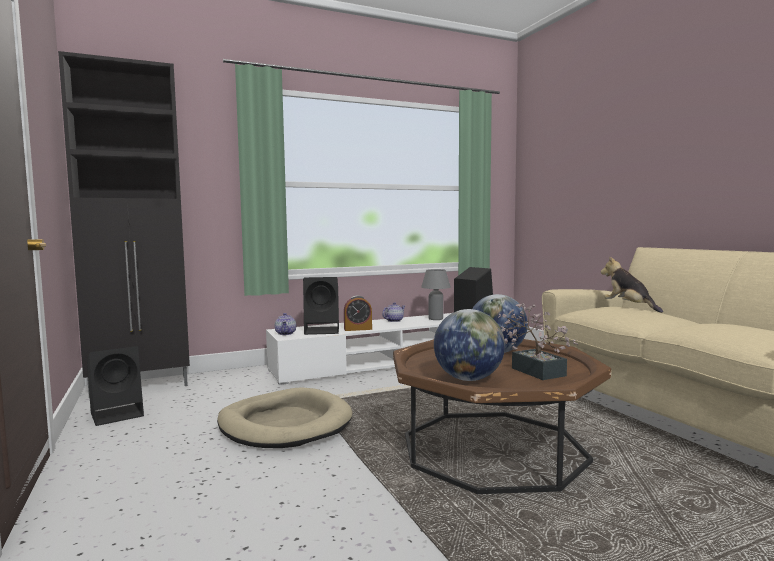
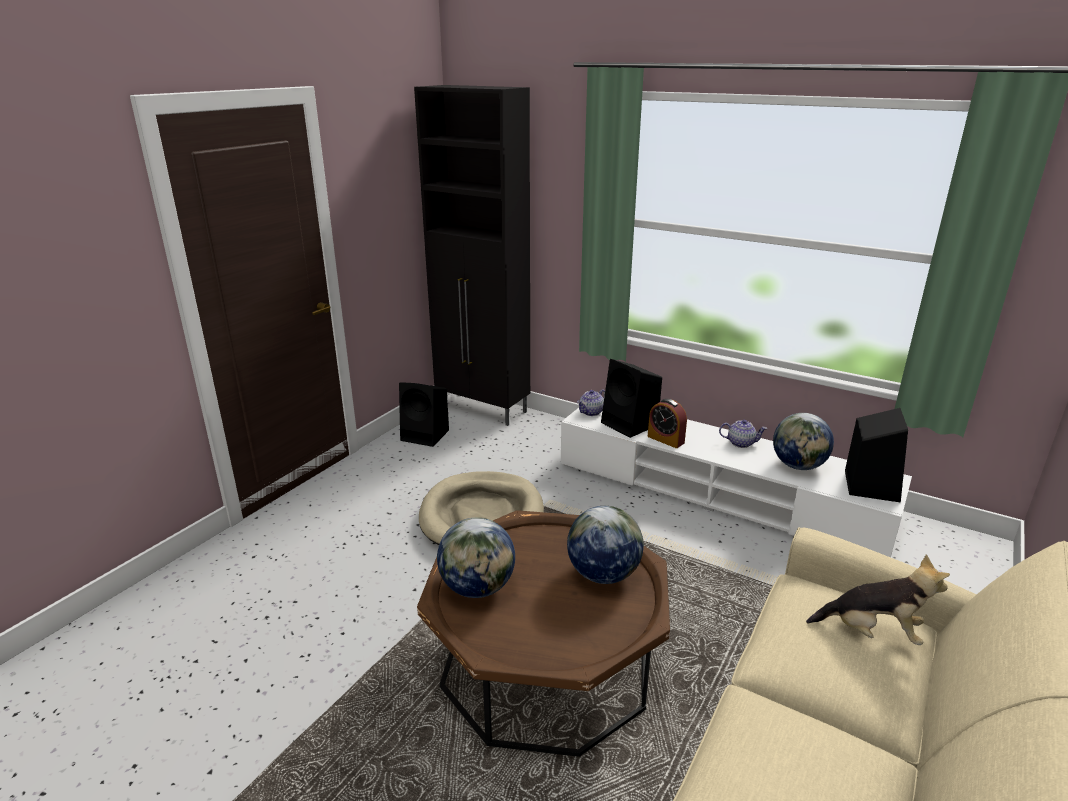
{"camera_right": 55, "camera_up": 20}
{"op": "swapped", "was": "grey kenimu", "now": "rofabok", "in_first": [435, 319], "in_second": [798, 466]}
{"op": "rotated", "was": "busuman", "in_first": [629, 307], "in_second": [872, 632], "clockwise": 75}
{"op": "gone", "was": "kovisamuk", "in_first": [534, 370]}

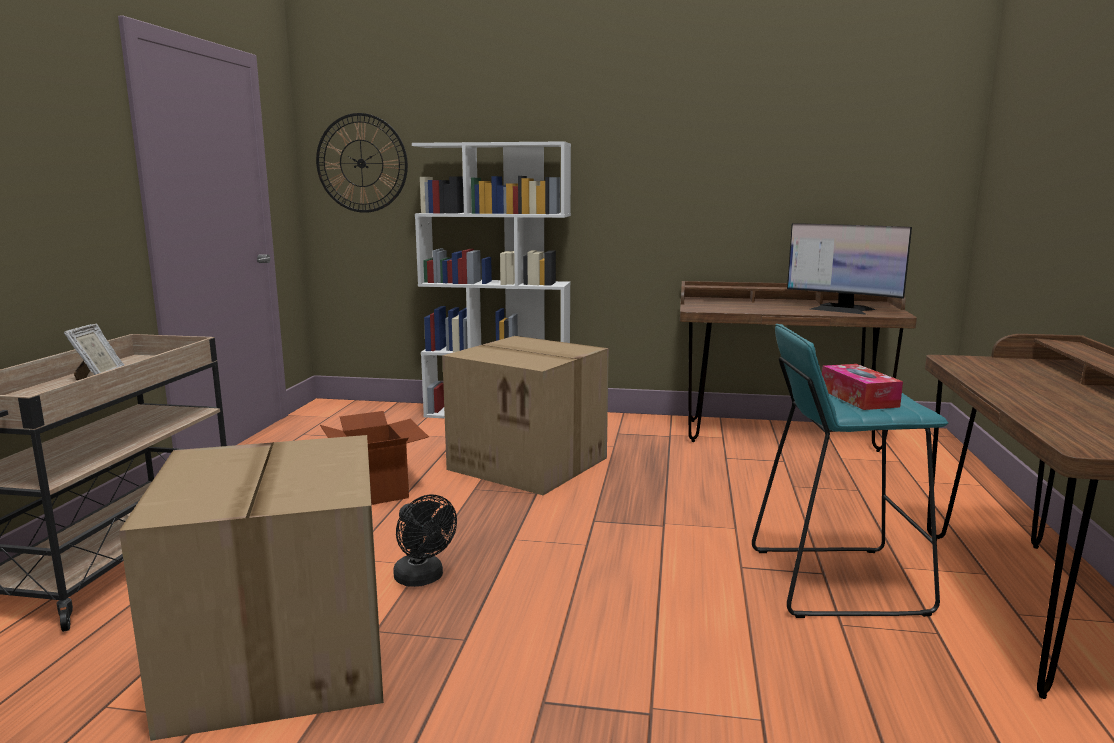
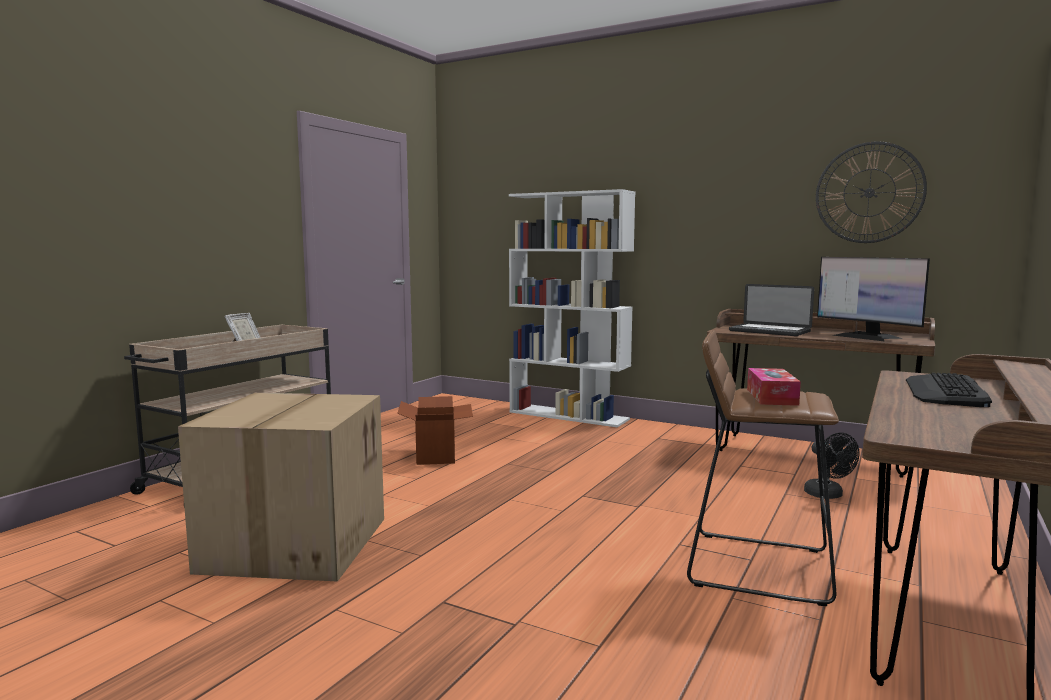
{"camera_right": 20, "camera_up": -5}
{"op": "repainted", "was": "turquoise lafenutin", "now": "brown lafenutin", "in_first": [835, 580], "in_second": [757, 566]}
{"op": "new", "now": "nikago", "in_second": [769, 331]}
{"op": "shifted", "was": "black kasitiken", "in_first": [423, 579], "in_second": [827, 495]}
{"op": "shifted", "was": "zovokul", "in_first": [361, 163], "in_second": [869, 193]}
{"op": "new", "now": "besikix", "in_second": [945, 391]}
{"op": "gone", "was": "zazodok", "in_first": [531, 463]}

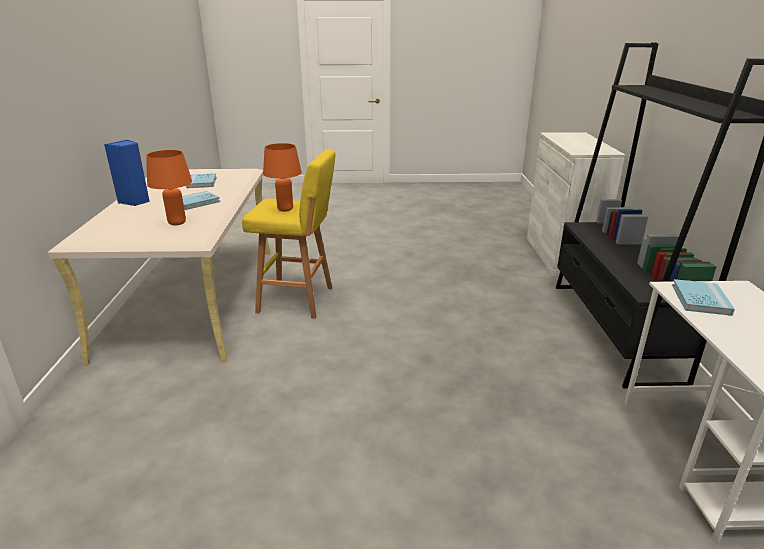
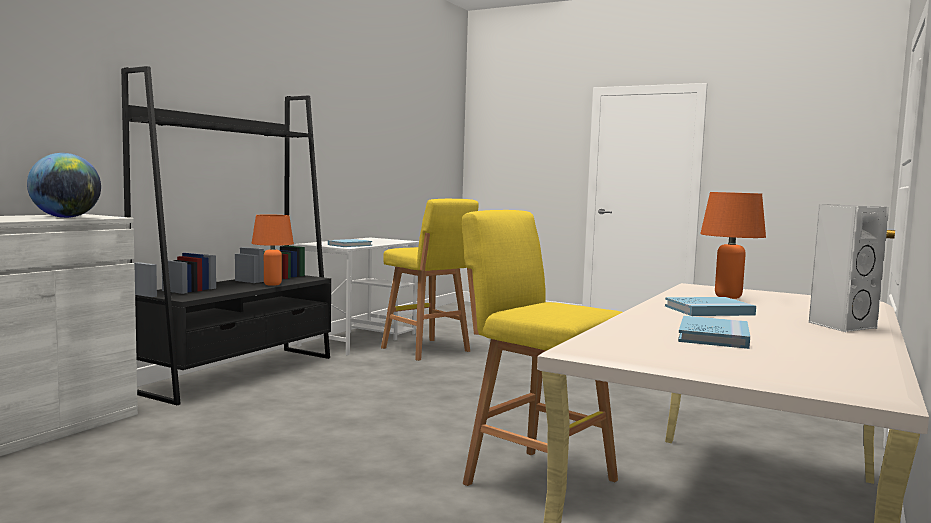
{"camera_right": -150, "camera_up": -20}
{"op": "new", "now": "rofabok", "in_second": [65, 217]}
{"op": "shifted", "was": "orange kenimu", "in_first": [285, 209], "in_second": [272, 284]}
{"op": "new", "now": "yellow lafenutin", "in_second": [427, 350]}
{"op": "repainted", "was": "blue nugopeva", "now": "white nugopeva", "in_first": [135, 202], "in_second": [840, 326]}

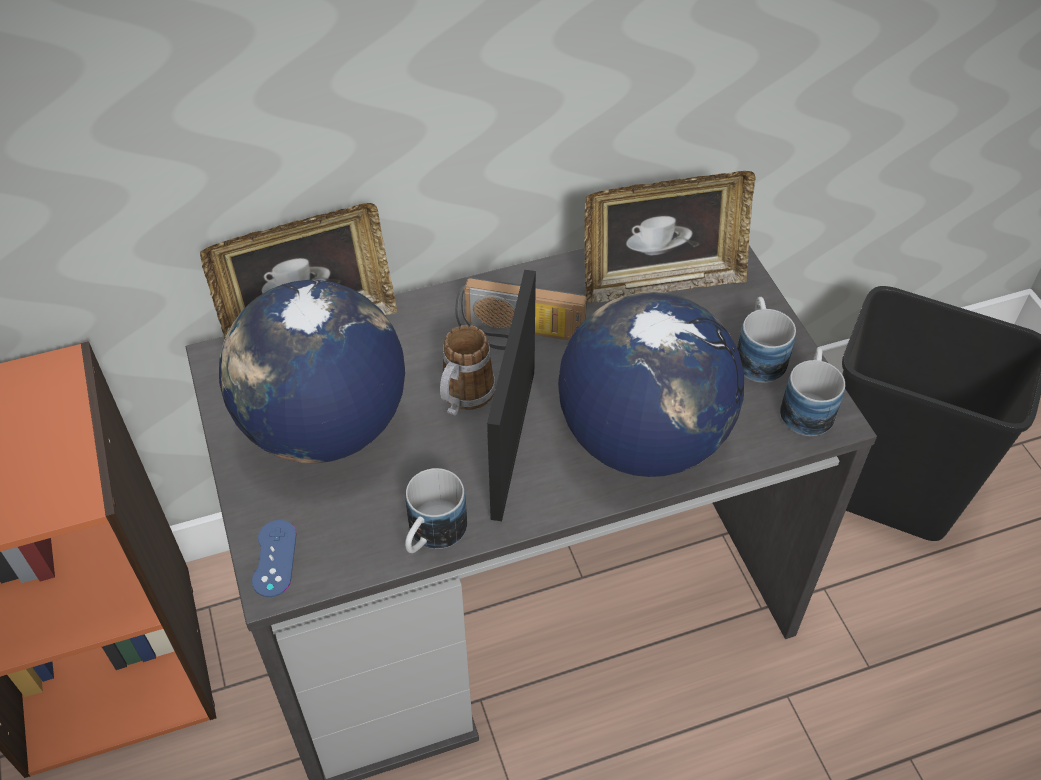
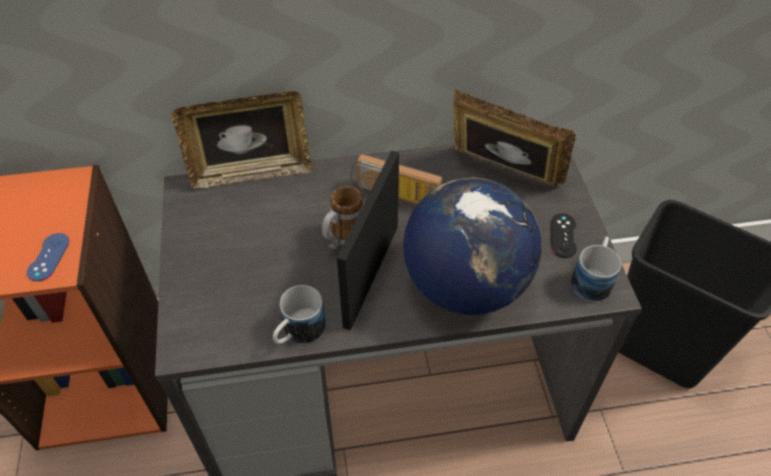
{"camera_right": 10, "camera_up": 0}
{"op": "shifted", "was": "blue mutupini", "in_first": [274, 558], "in_second": [48, 257]}
{"op": "rotated", "was": "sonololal", "in_first": [661, 281], "in_second": [503, 174], "clockwise": -150}
{"op": "swapped", "was": "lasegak", "now": "black mutupini", "in_first": [758, 354], "in_second": [563, 235]}
{"op": "gone", "was": "rofabok", "in_first": [324, 427]}

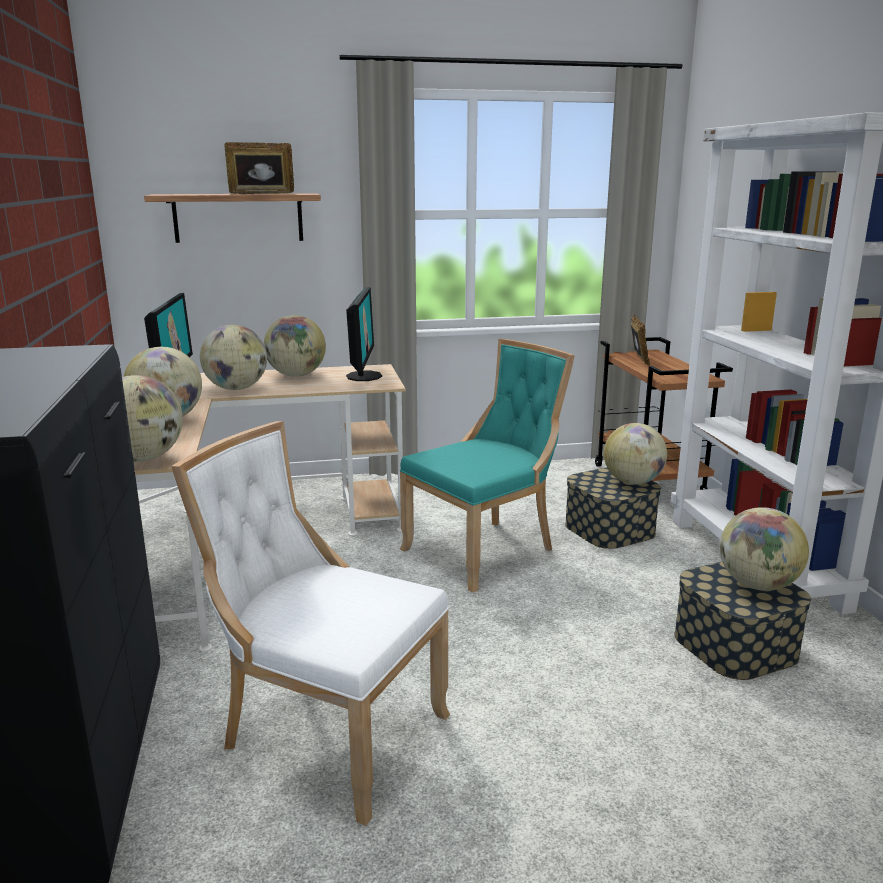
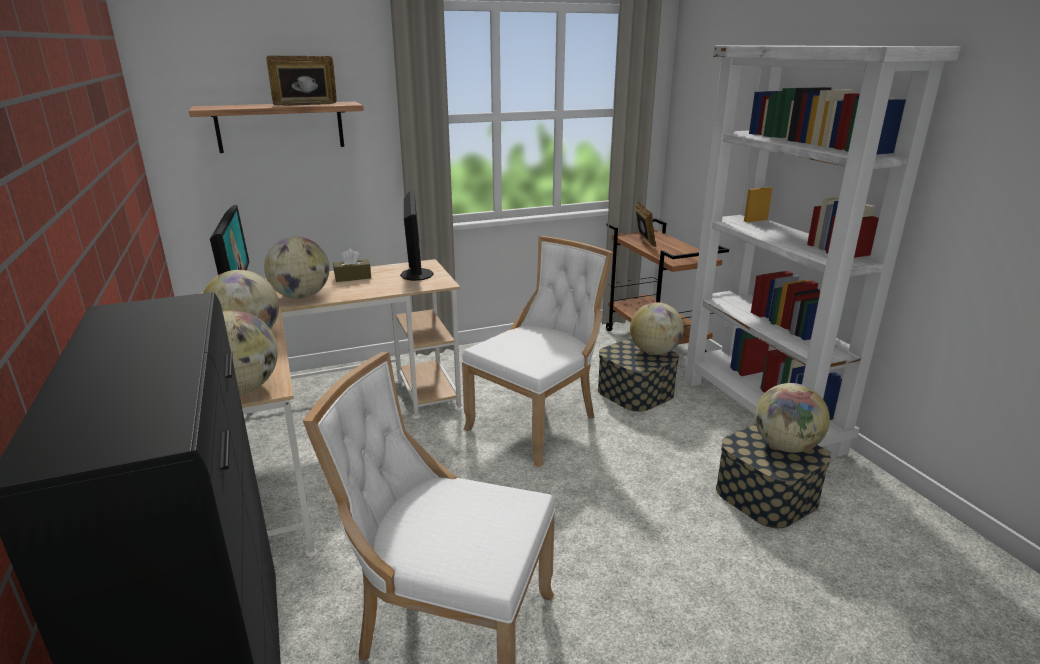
{"camera_right": -10, "camera_up": 5}
{"op": "swapped", "was": "rofabok", "now": "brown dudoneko", "in_first": [296, 375], "in_second": [353, 277]}
{"op": "repainted", "was": "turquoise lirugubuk", "now": "white lirugubuk", "in_first": [485, 550], "in_second": [538, 423]}

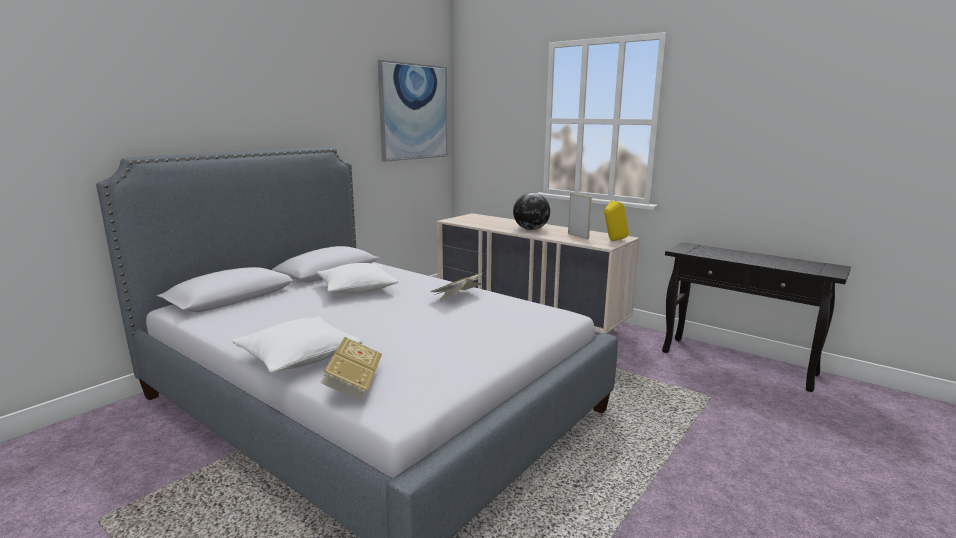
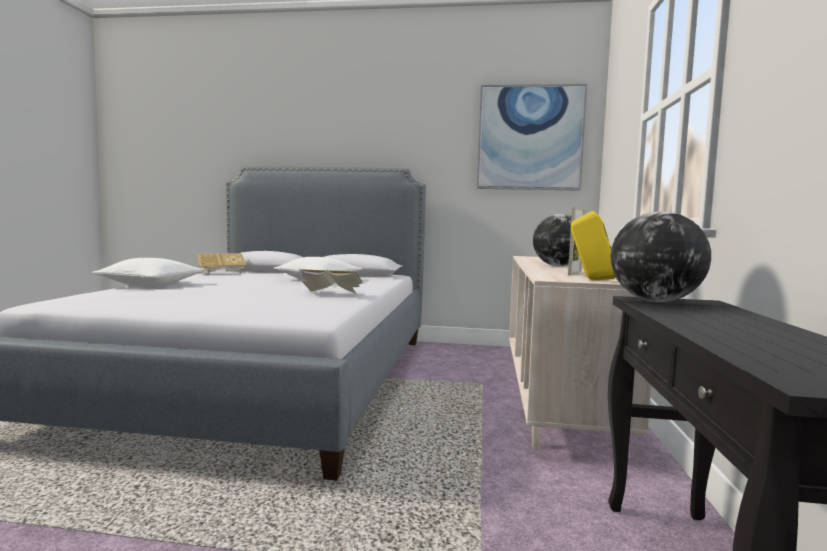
{"camera_right": 60, "camera_up": -10}
{"op": "shifted", "was": "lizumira", "in_first": [353, 383], "in_second": [221, 272]}
{"op": "new", "now": "rofabok", "in_second": [655, 301]}

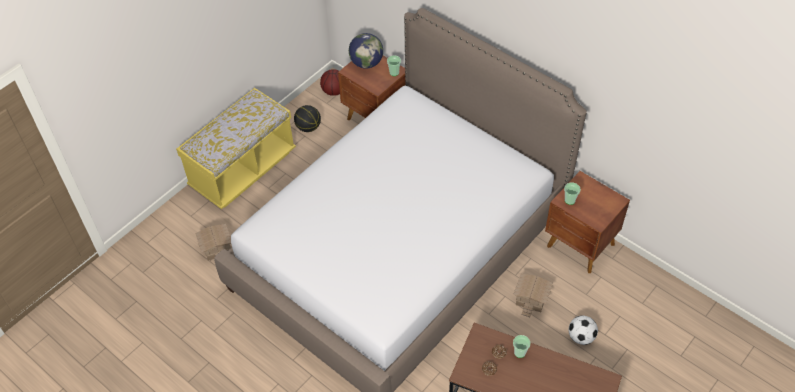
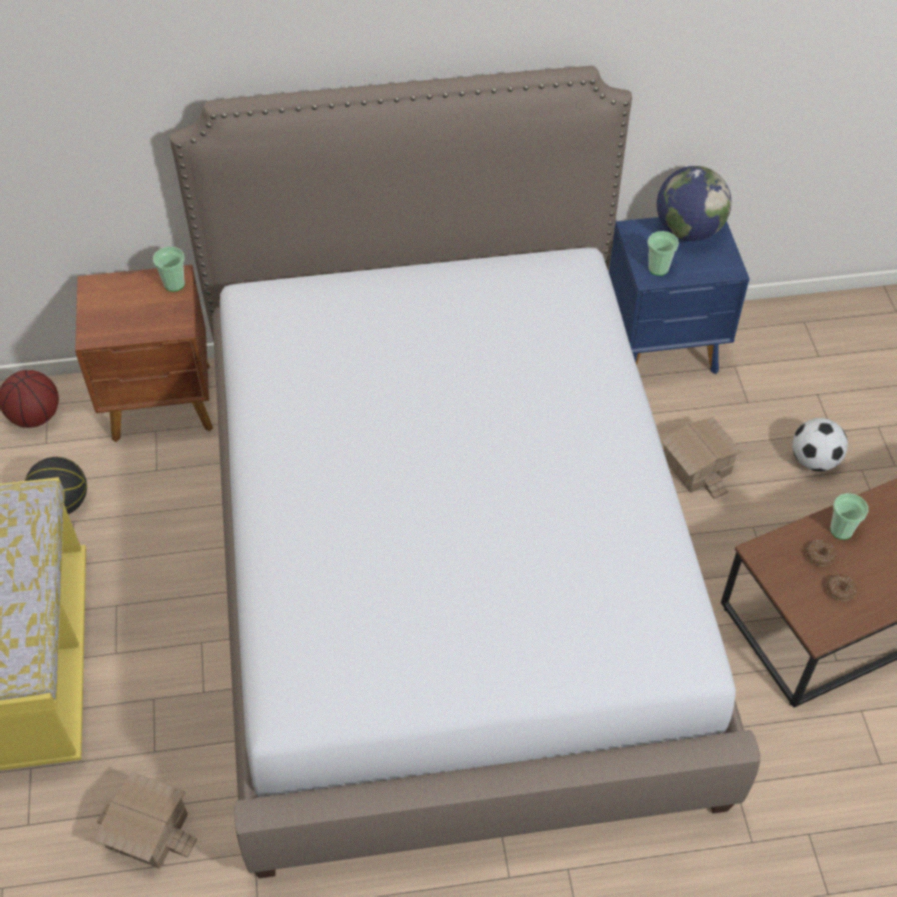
{"camera_right": -50, "camera_up": 0}
{"op": "repainted", "was": "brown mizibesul", "now": "blue mizibesul", "in_first": [580, 246], "in_second": [663, 348]}
{"op": "shifted", "was": "rofabok", "in_first": [366, 63], "in_second": [688, 230]}

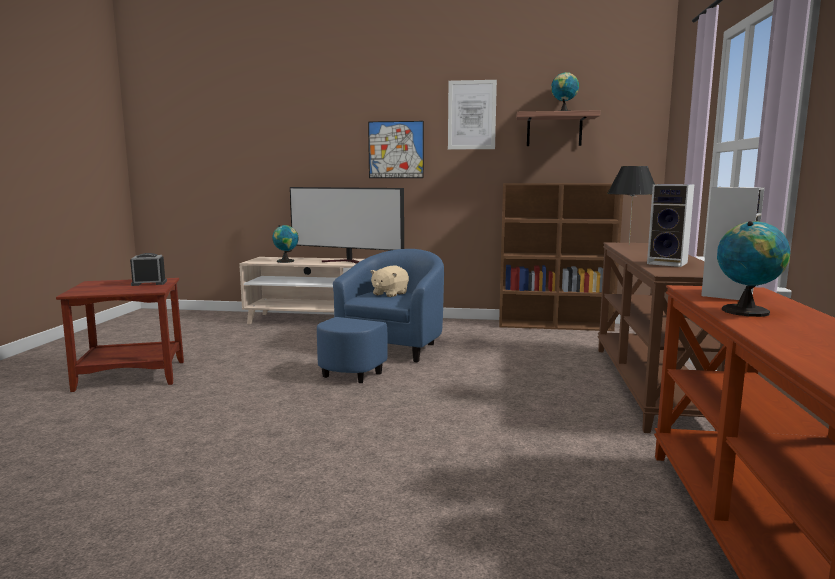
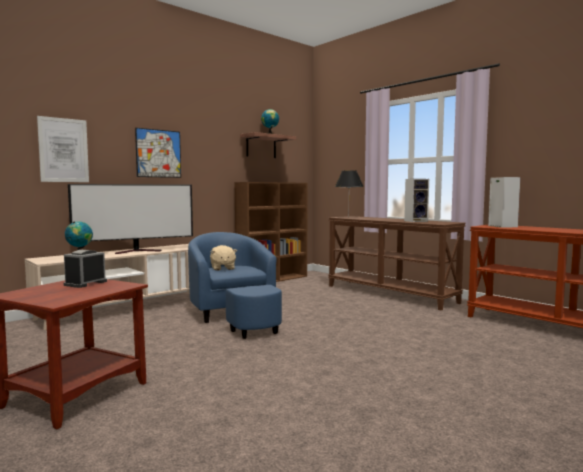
{"camera_right": -50, "camera_up": -5}
{"op": "shifted", "was": "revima", "in_first": [471, 115], "in_second": [63, 150]}
{"op": "gone", "was": "rofabok", "in_first": [746, 311]}

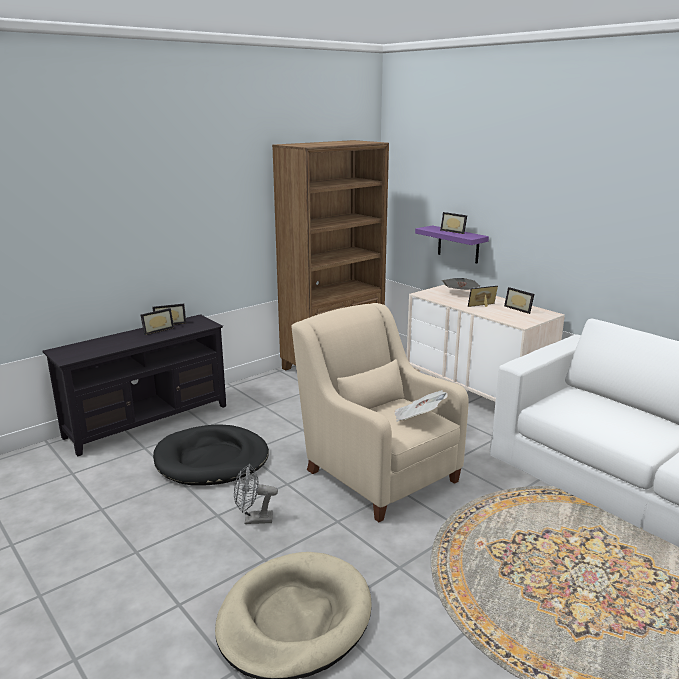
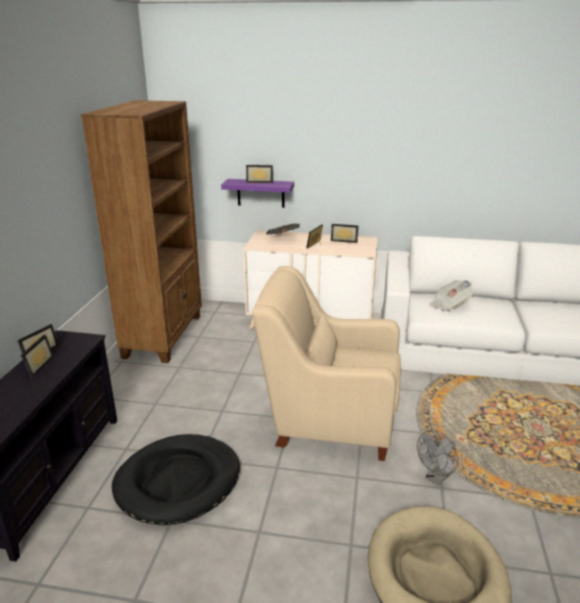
{"camera_right": -40, "camera_up": 5}
{"op": "shifted", "was": "grey kasitiken", "in_first": [253, 519], "in_second": [436, 478]}
{"op": "shifted", "was": "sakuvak", "in_first": [418, 418], "in_second": [449, 305]}

